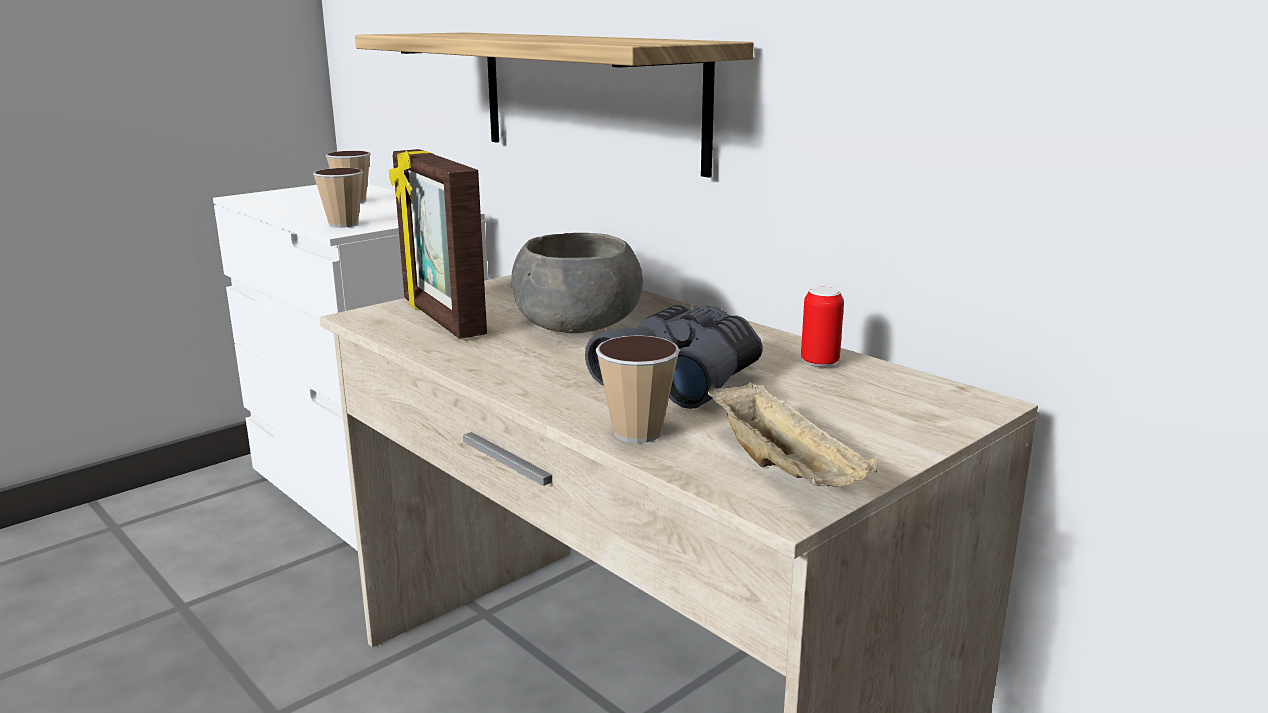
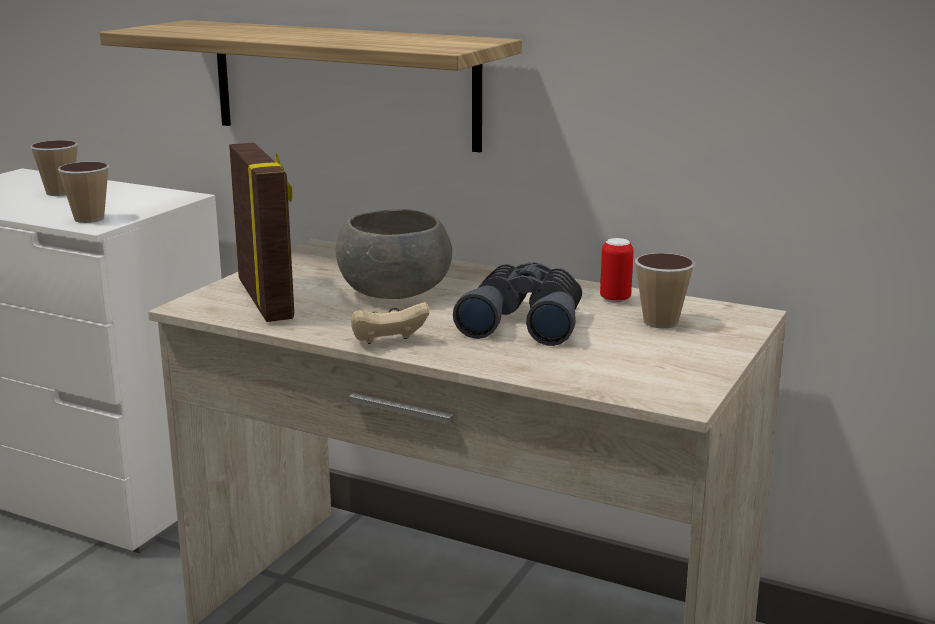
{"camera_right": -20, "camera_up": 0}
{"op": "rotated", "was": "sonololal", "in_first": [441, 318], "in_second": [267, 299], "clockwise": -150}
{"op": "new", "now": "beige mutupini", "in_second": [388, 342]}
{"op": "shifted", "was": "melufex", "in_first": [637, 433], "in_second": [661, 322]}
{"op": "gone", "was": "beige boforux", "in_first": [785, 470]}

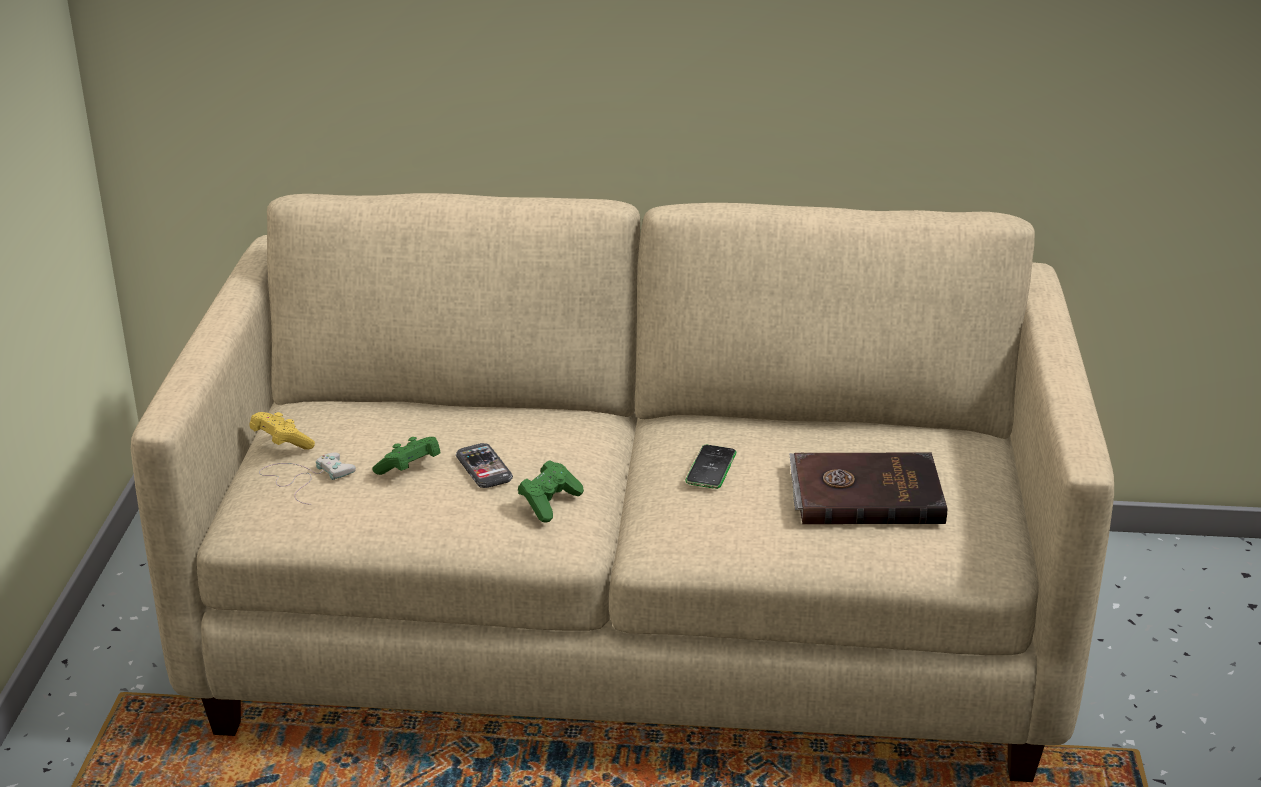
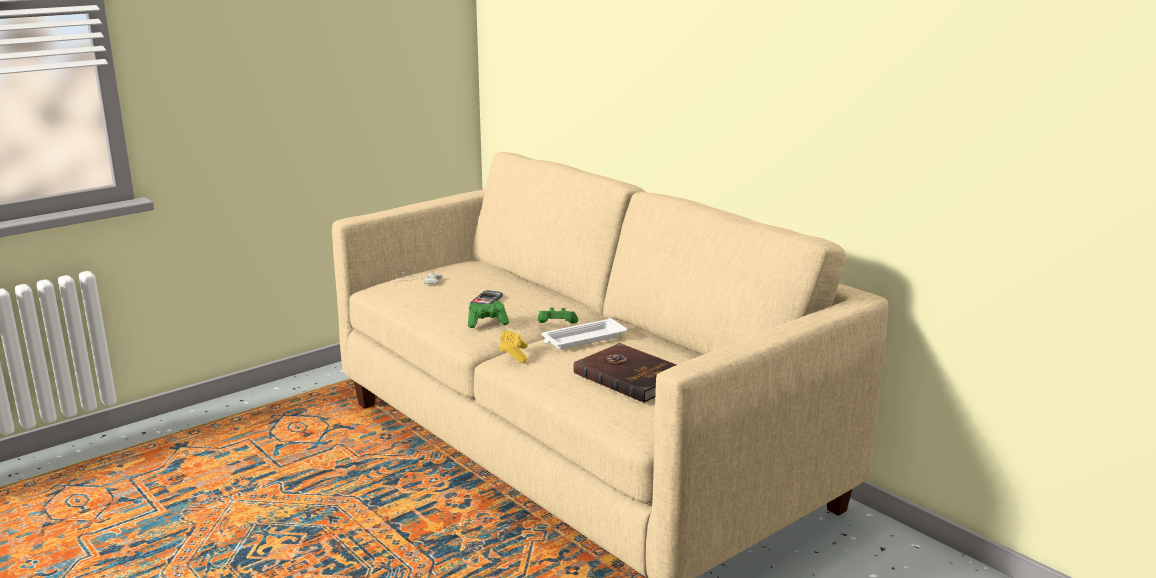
{"camera_right": 45, "camera_up": -10}
{"op": "shifted", "was": "yellow mutupini", "in_first": [281, 443], "in_second": [513, 355]}
{"op": "shifted", "was": "green mutupini", "in_first": [410, 469], "in_second": [557, 326]}
{"op": "swapped", "was": "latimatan", "now": "white boforux", "in_first": [711, 468], "in_second": [582, 339]}

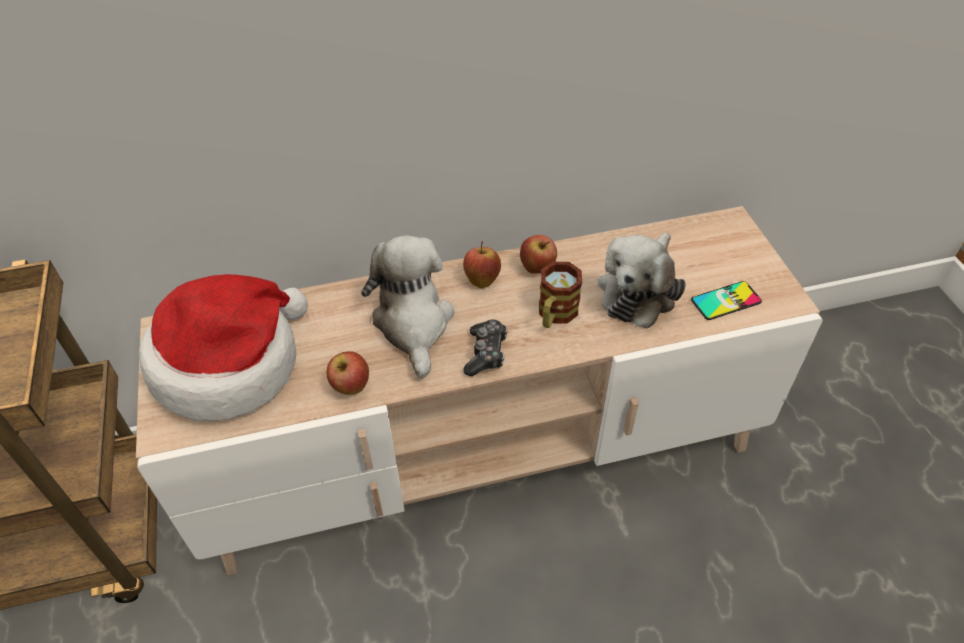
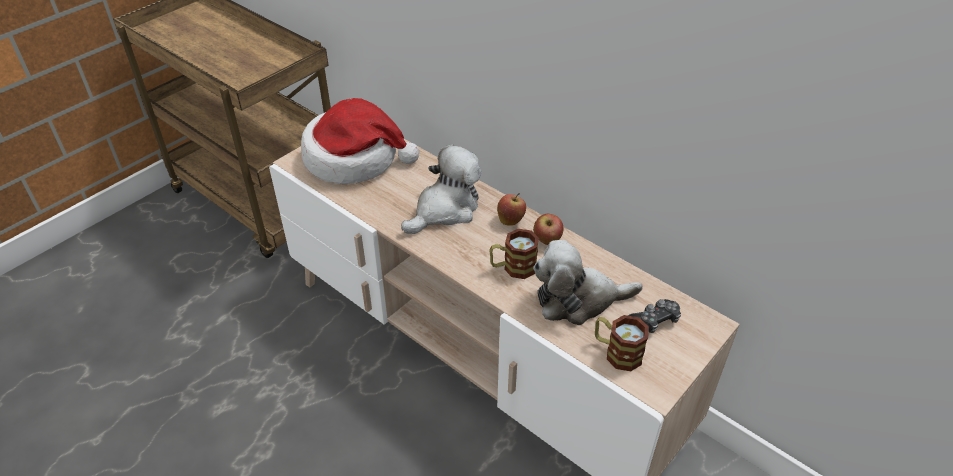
{"camera_right": 55, "camera_up": -5}
{"op": "swapped", "was": "latimatan", "now": "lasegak", "in_first": [725, 301], "in_second": [616, 352]}
{"op": "shifted", "was": "mutupini", "in_first": [486, 353], "in_second": [655, 320]}
{"op": "gone", "was": "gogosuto", "in_first": [351, 387]}

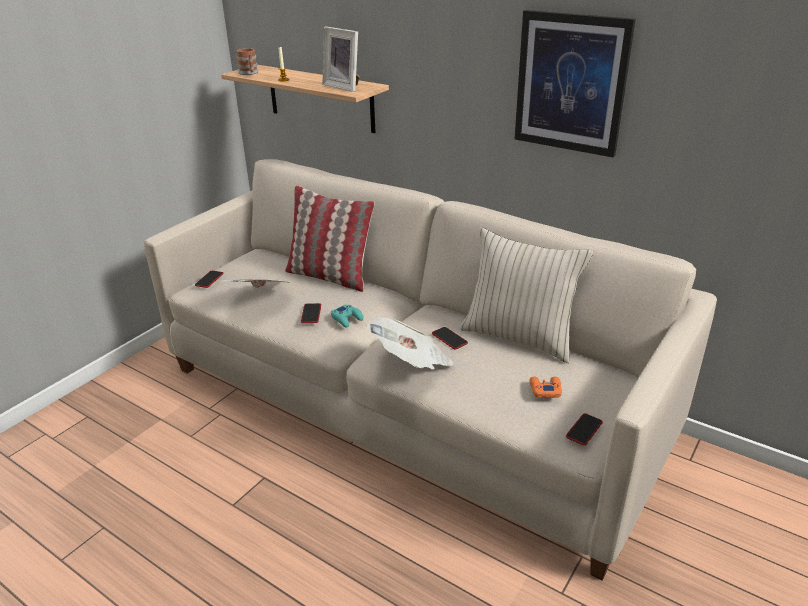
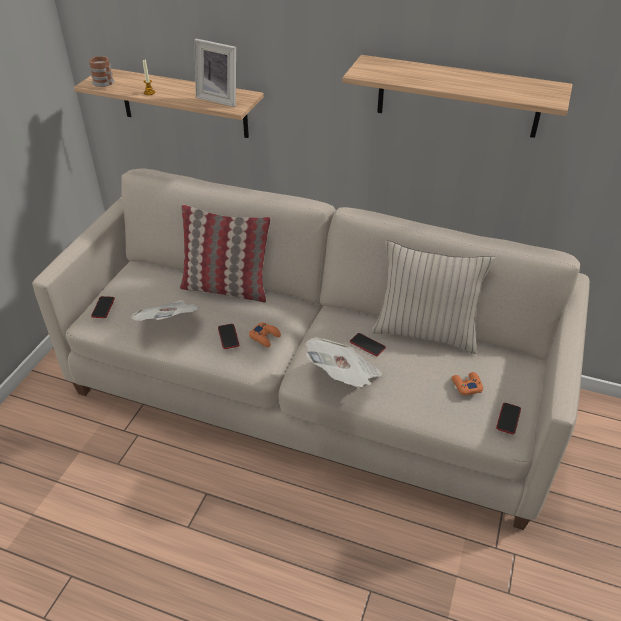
{"camera_right": -15, "camera_up": 10}
{"op": "repainted", "was": "turquoise mutupini", "now": "orange mutupini", "in_first": [347, 319], "in_second": [265, 337]}
{"op": "swapped", "was": "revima", "now": "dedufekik", "in_first": [571, 83], "in_second": [458, 97]}

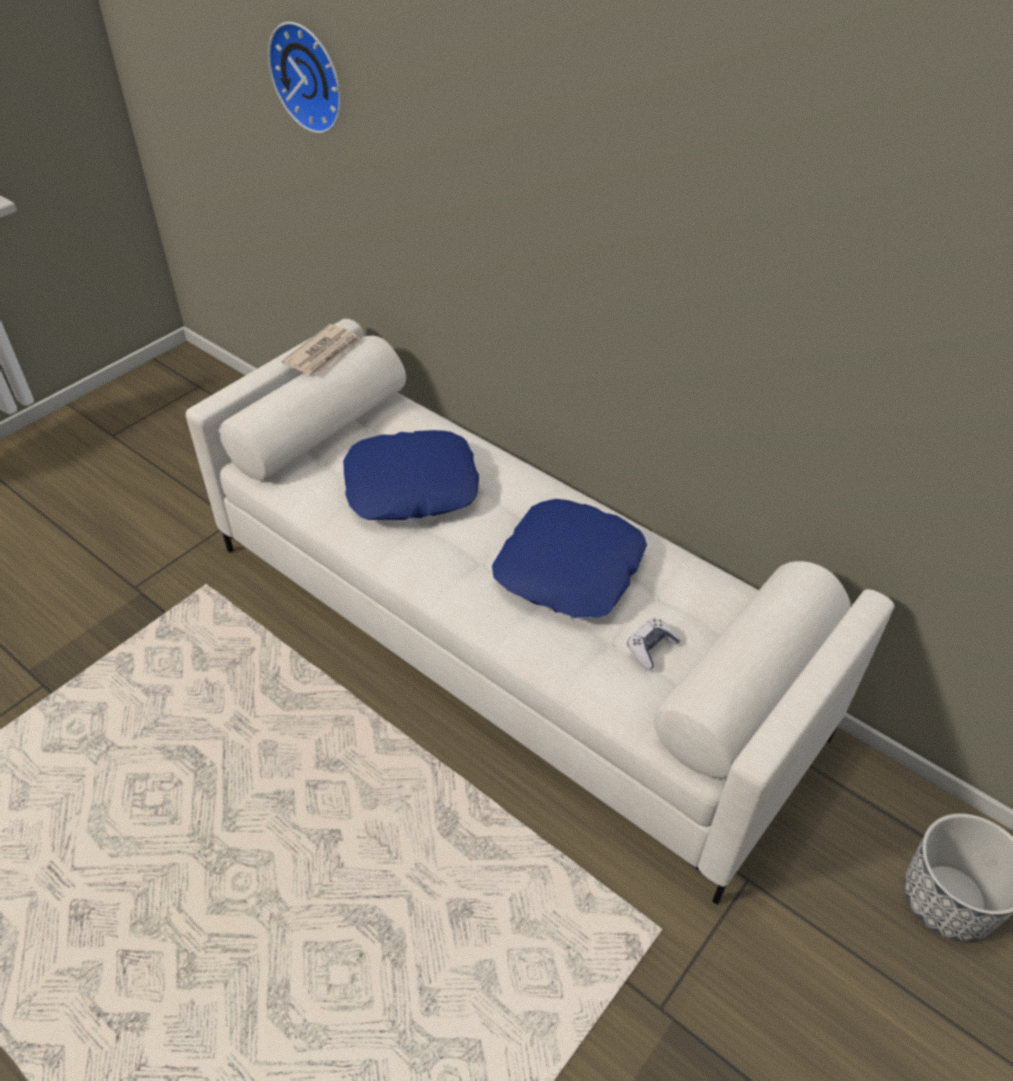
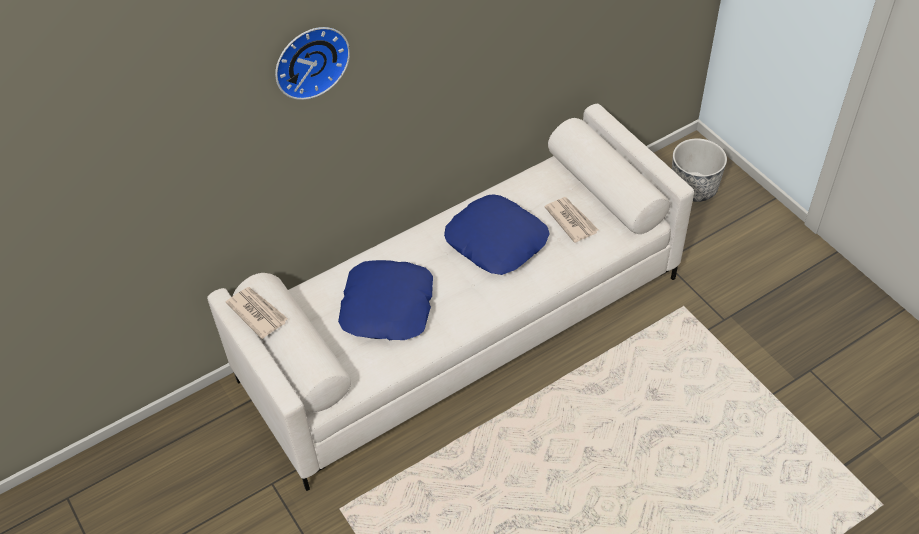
{"camera_right": -70, "camera_up": 5}
{"op": "shifted", "was": "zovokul", "in_first": [310, 76], "in_second": [309, 60]}
{"op": "swapped", "was": "mutupini", "now": "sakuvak", "in_first": [651, 648], "in_second": [571, 220]}

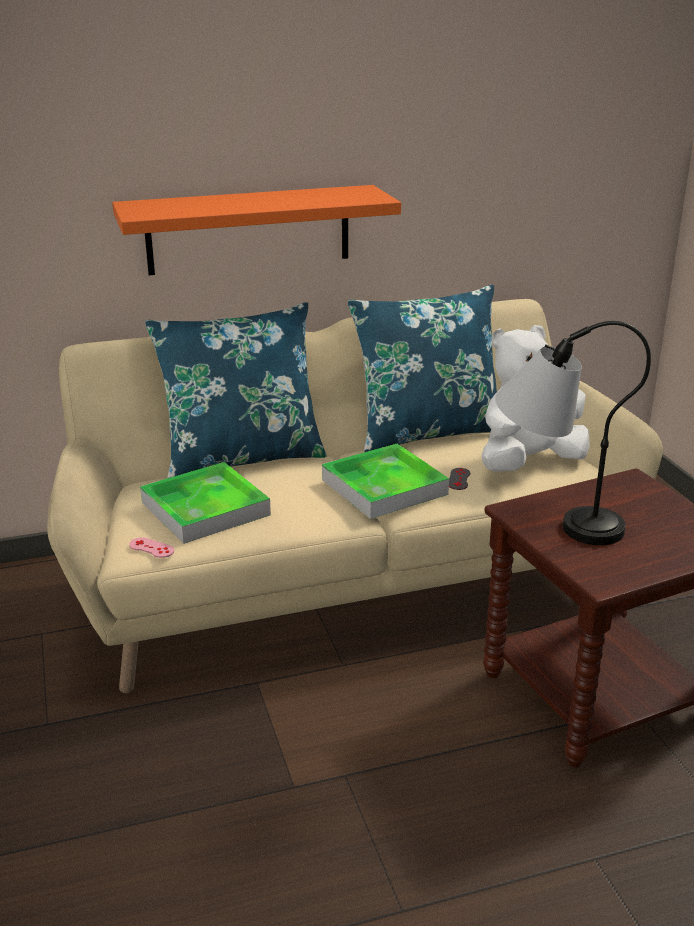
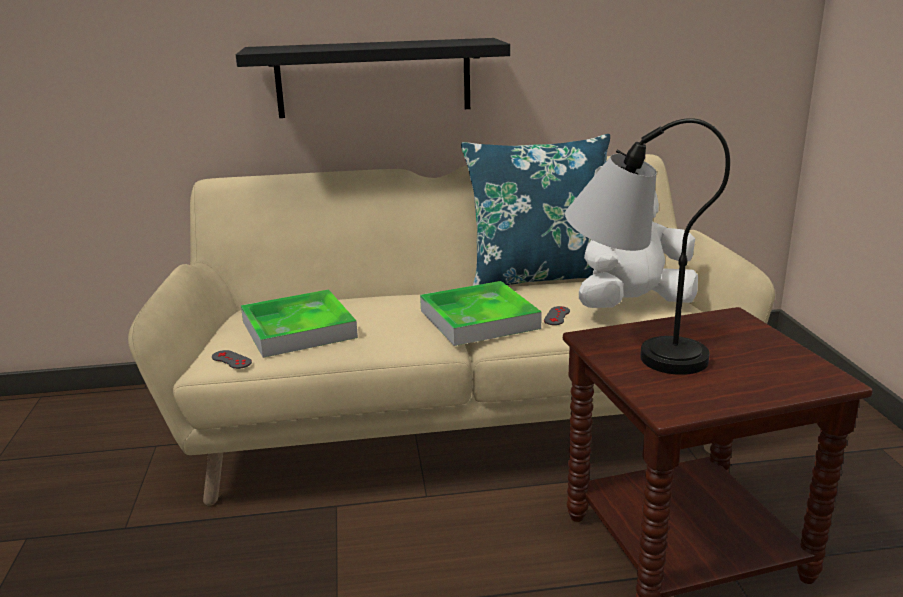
{"camera_right": 10, "camera_up": -5}
{"op": "repainted", "was": "pink mutupini", "now": "grey mutupini", "in_first": [151, 548], "in_second": [231, 360]}
{"op": "repainted", "was": "orange dedufekik", "now": "black dedufekik", "in_first": [249, 230], "in_second": [373, 78]}
{"op": "gone", "was": "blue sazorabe", "in_first": [242, 458]}

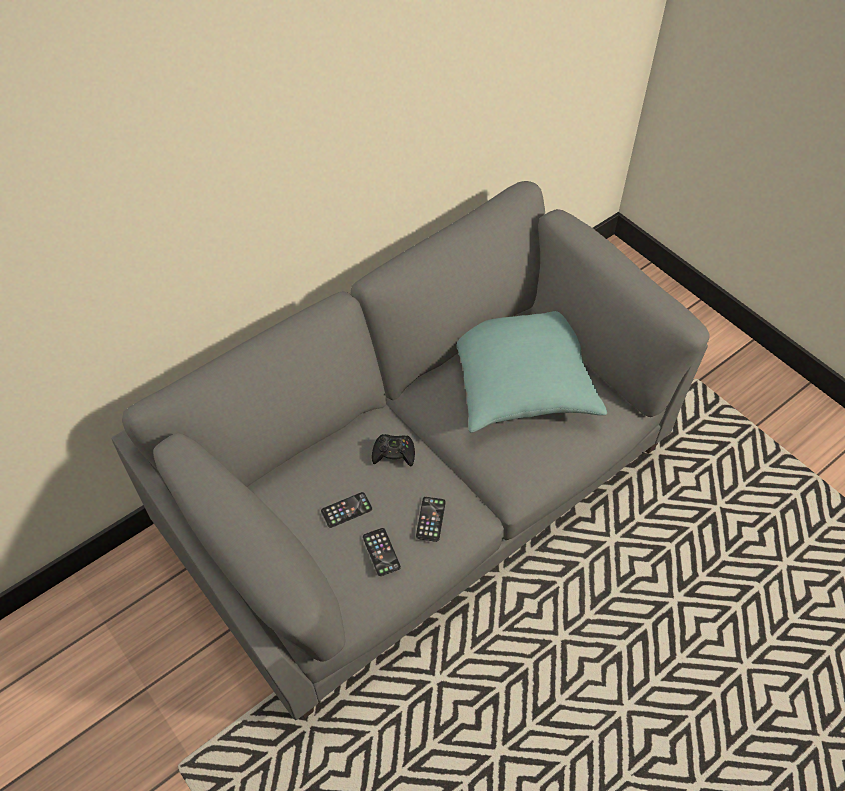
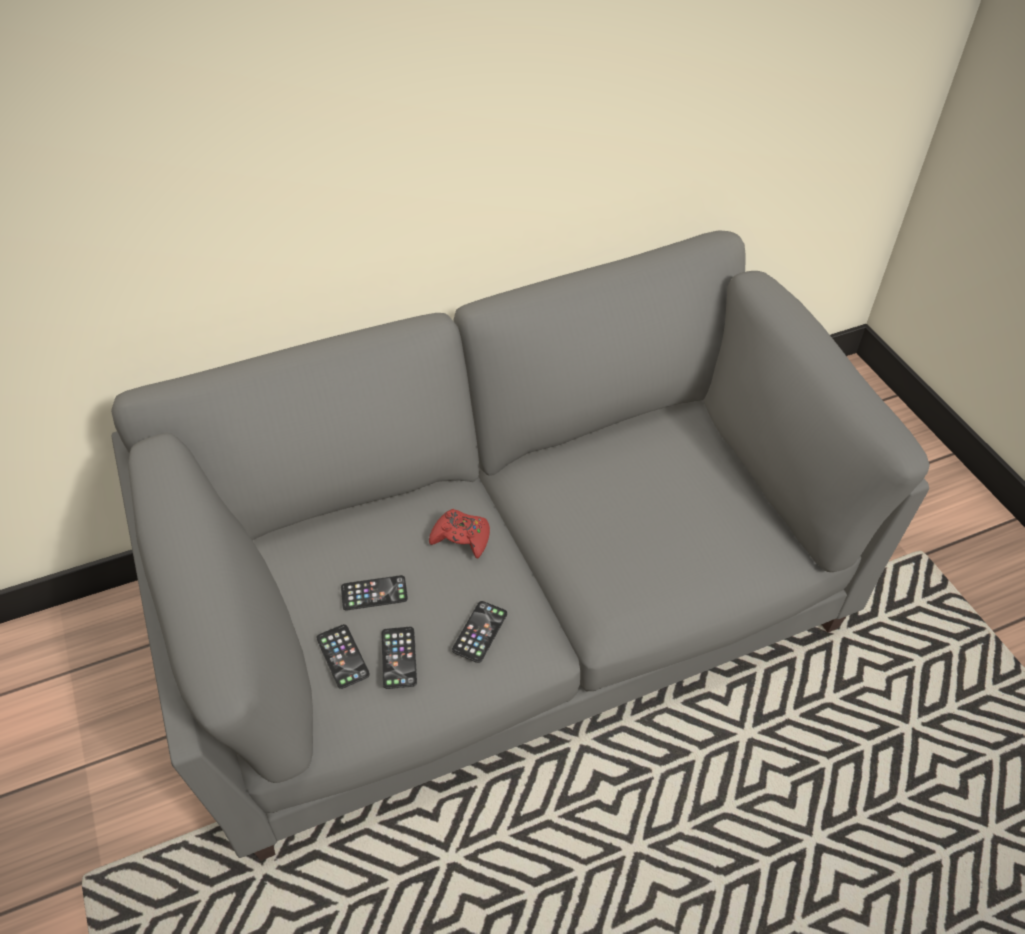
{"camera_right": 15, "camera_up": -5}
{"op": "new", "now": "latimatan", "in_second": [342, 656]}
{"op": "repainted", "was": "black mutupini", "now": "red mutupini", "in_first": [394, 453], "in_second": [461, 537]}
{"op": "gone", "was": "turquoise sazorabe", "in_first": [521, 383]}

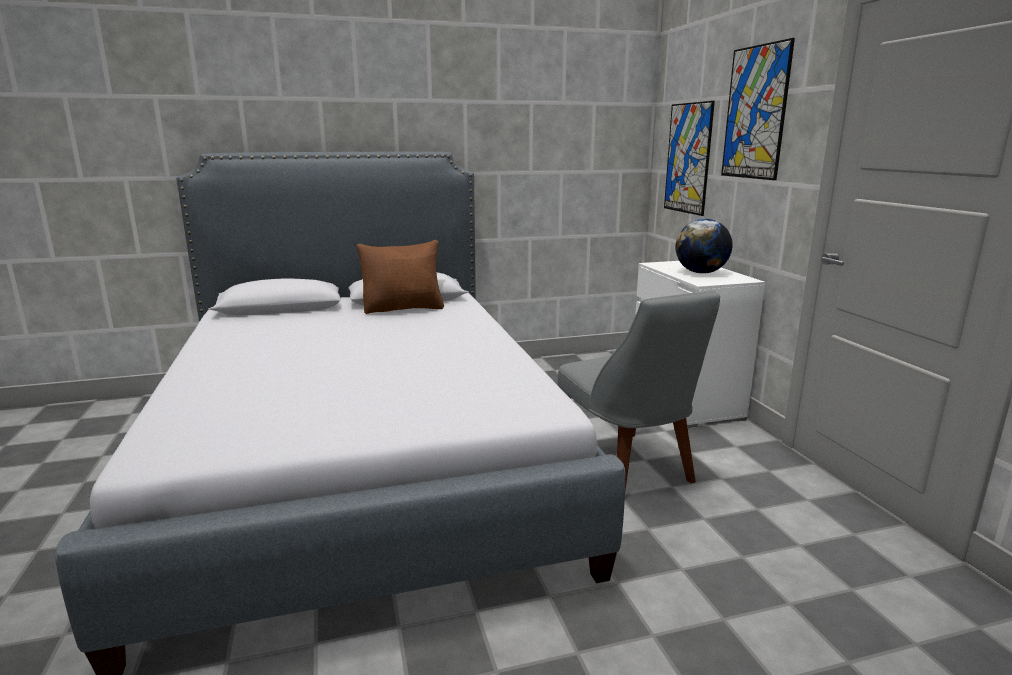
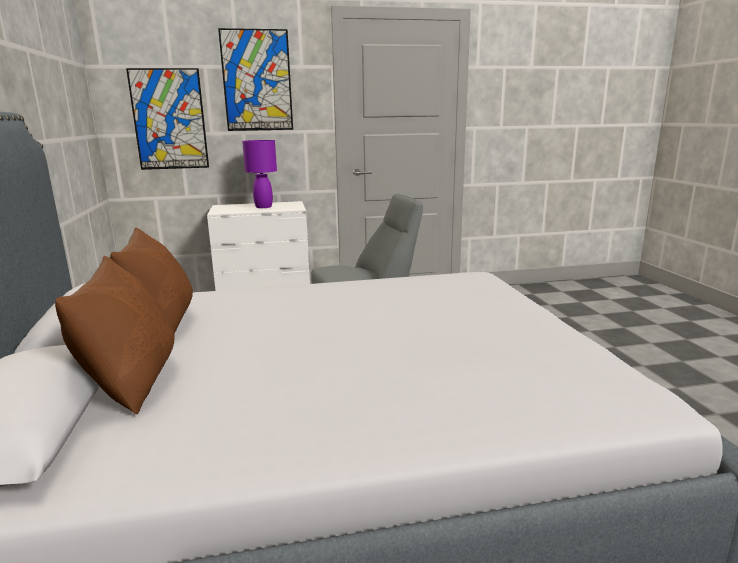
{"camera_right": -85, "camera_up": 0}
{"op": "new", "now": "brown sazorabe", "in_second": [132, 382]}
{"op": "swapped", "was": "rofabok", "now": "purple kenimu", "in_first": [701, 273], "in_second": [264, 207]}

